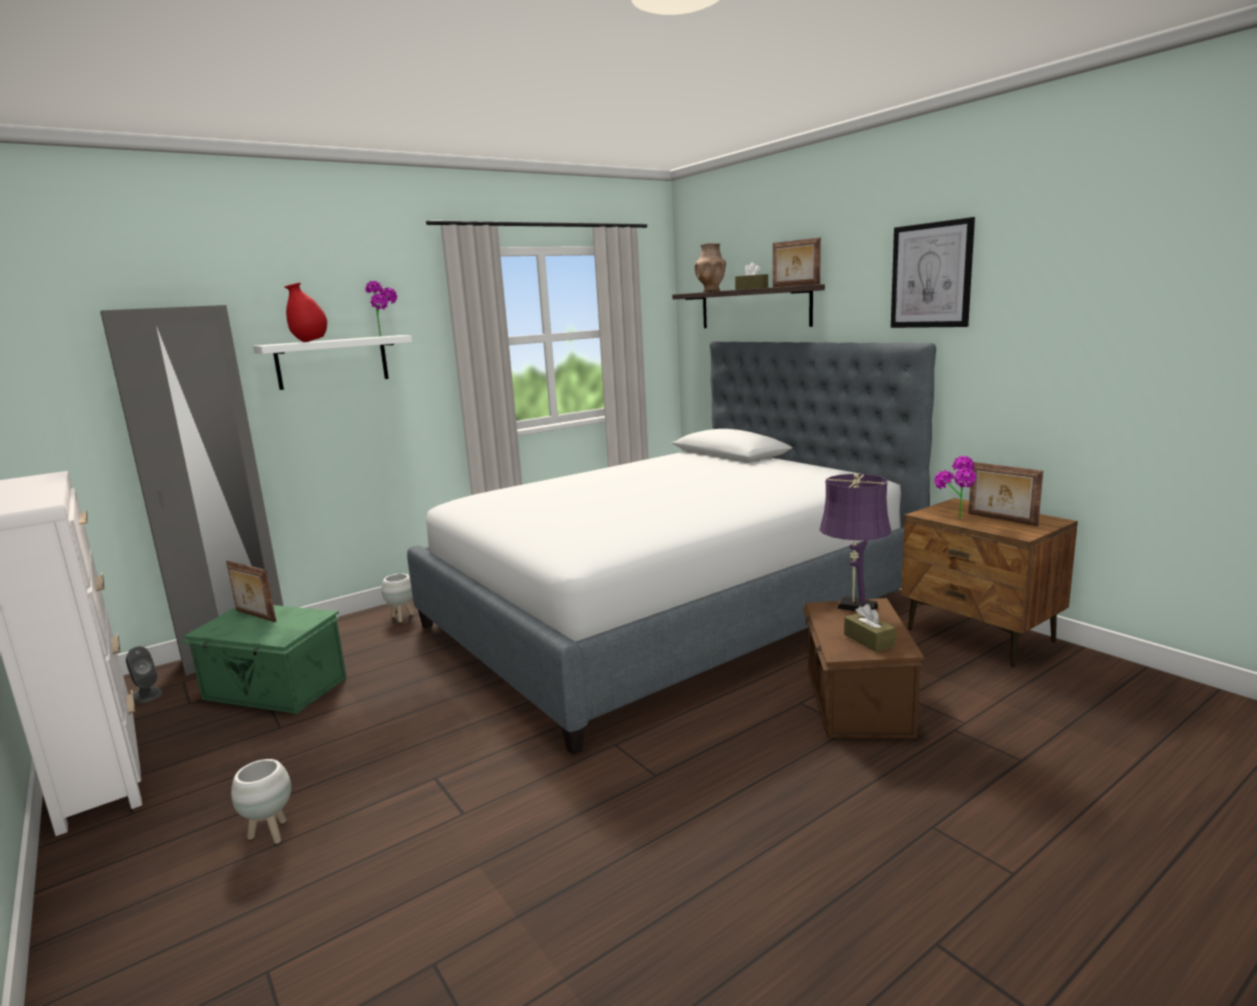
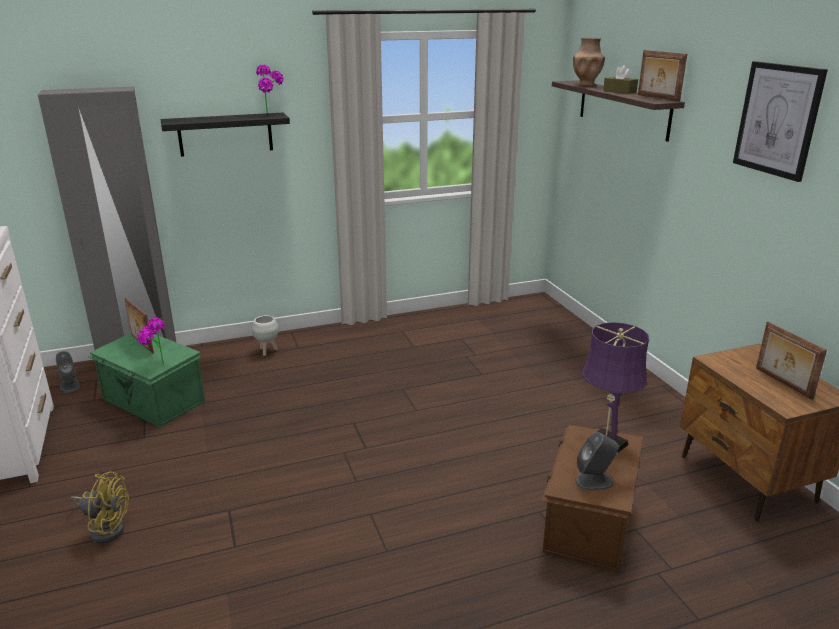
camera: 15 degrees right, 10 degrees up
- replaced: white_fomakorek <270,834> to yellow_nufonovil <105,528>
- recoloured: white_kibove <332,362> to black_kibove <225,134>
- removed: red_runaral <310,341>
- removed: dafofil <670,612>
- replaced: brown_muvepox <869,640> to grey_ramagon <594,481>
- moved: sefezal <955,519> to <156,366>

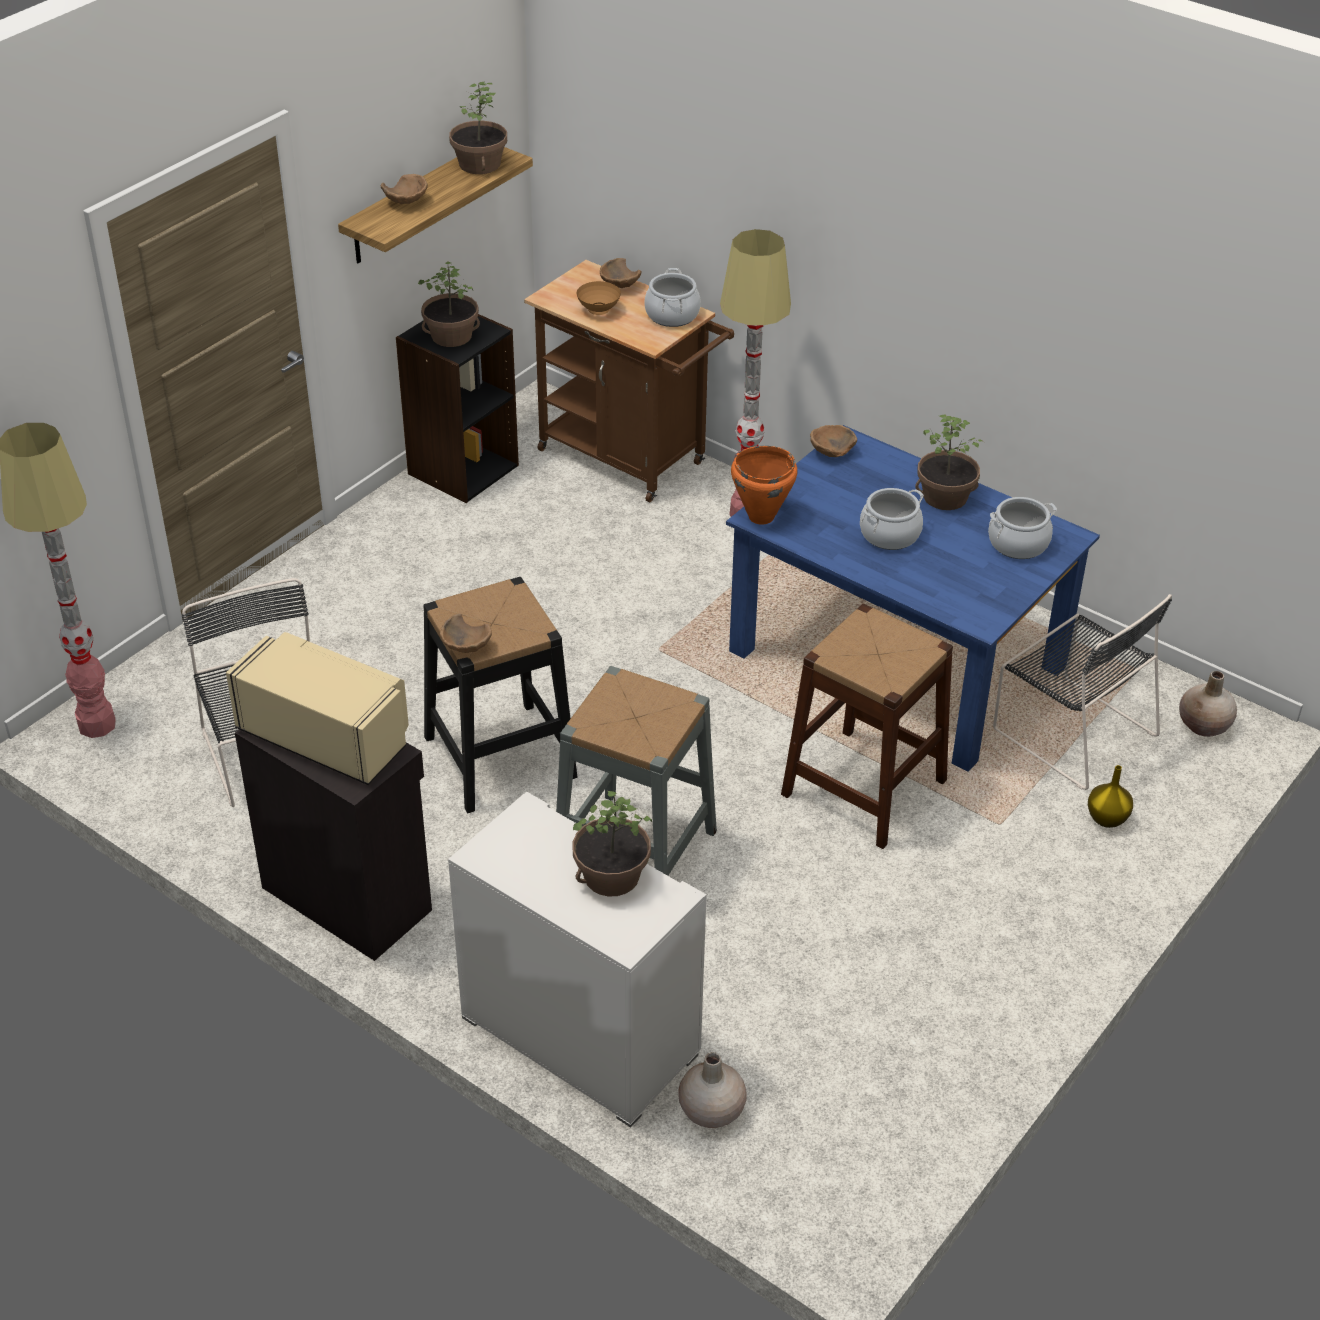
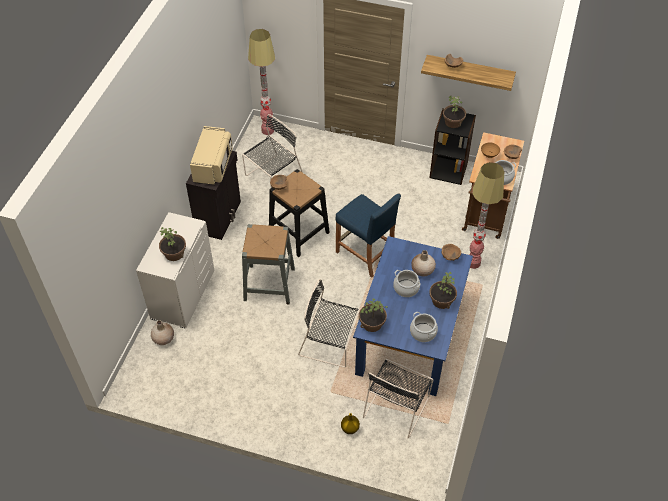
camera: 70 degrees right, 10 degrees up
- moved: sefezal <479,164> to <372,323>
- removed: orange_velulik <760,516>
- replaced: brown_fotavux <863,788> to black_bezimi <331,343>
- moved: beige_runaral <1204,726> to <422,270>
- added: blue_fotavux <365,254>

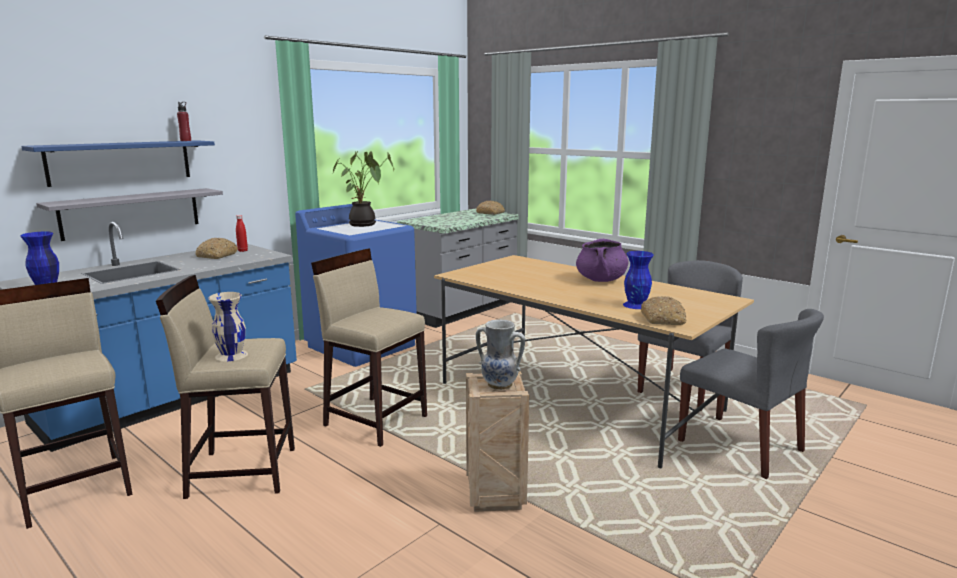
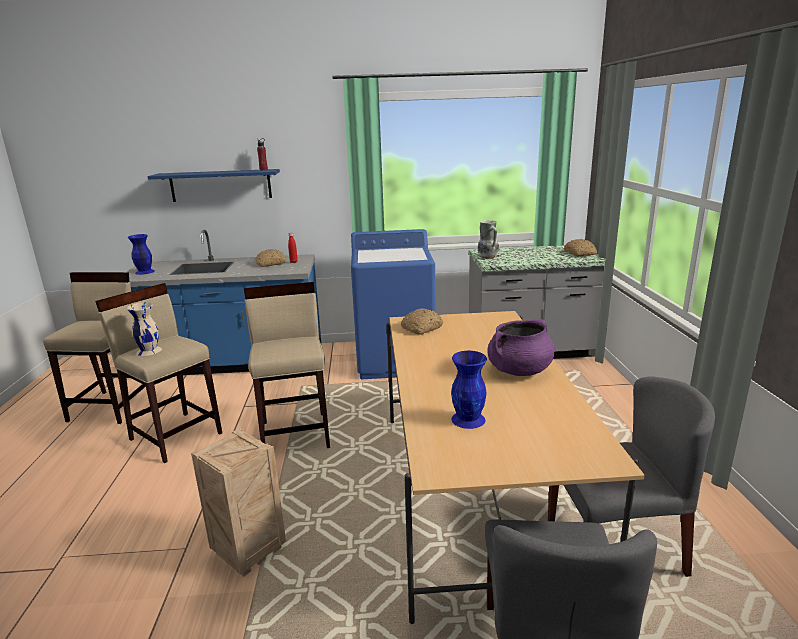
camera: 45 degrees right, 5 degrees up
- removed: grey_kibove <131,213>
- removed: sefezal <364,225>
- moved: runaral <499,385> to <487,257>
- moved: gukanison <663,319> to <421,328>

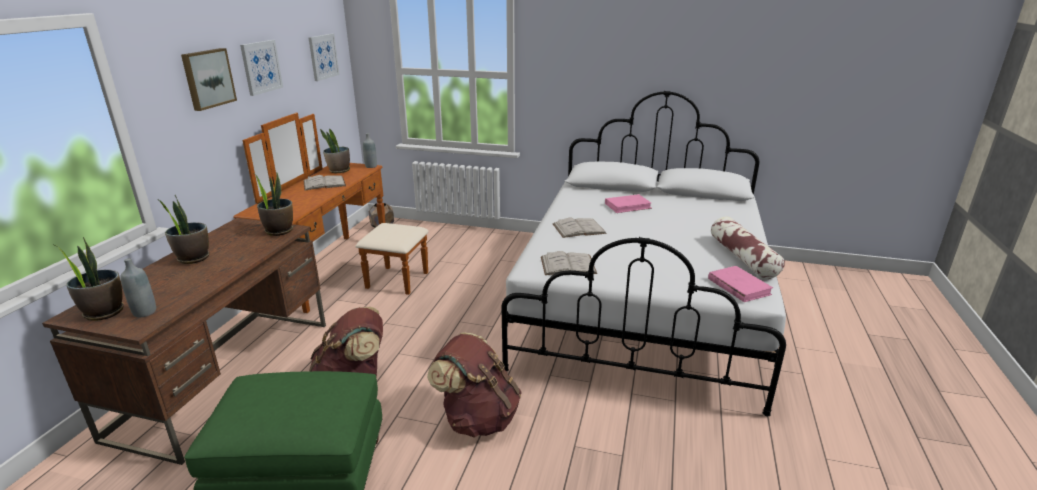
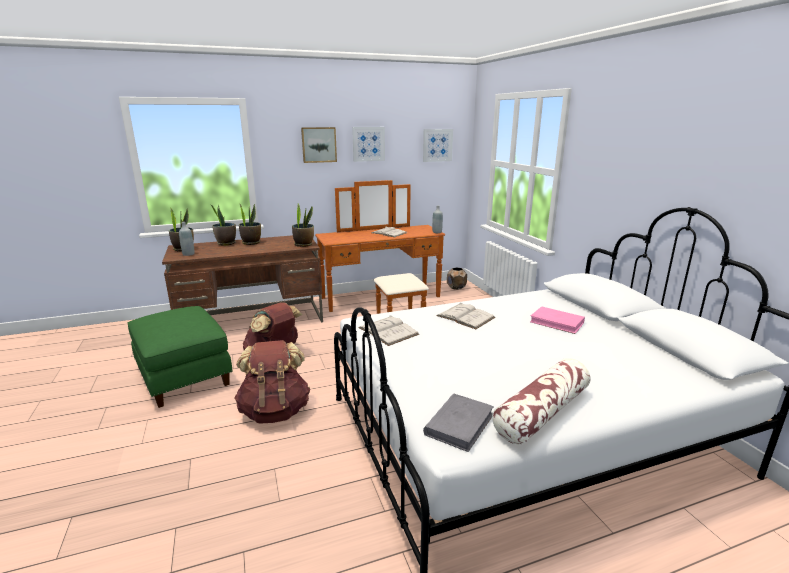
camera: 55 degrees right, 5 degrees down
- moved: sefezal <339,171> to <226,243>
- recoloured: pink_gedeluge <738,286> to grey_gedeluge <459,424>

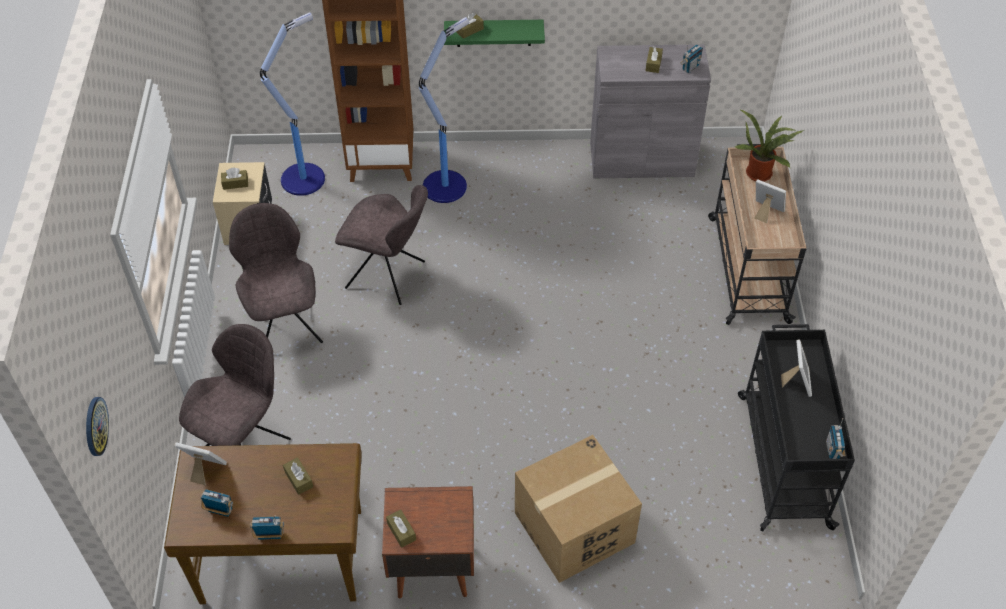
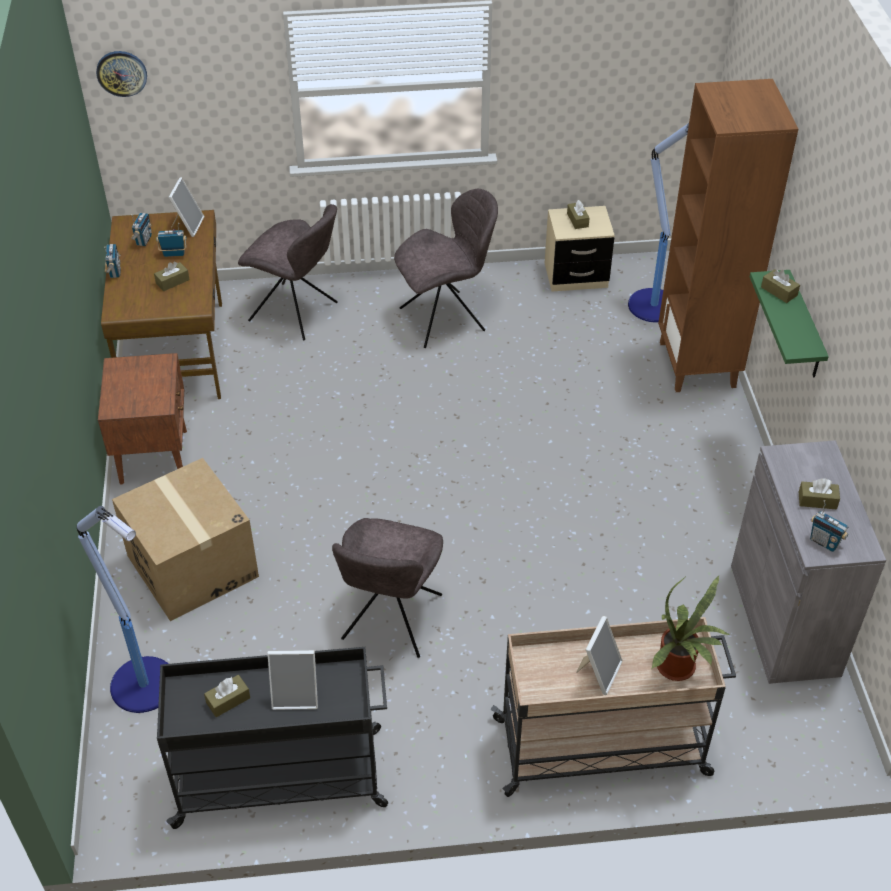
camera: 85 degrees right, 5 degrees down
- moved: grey_bezimi <388,276> to <390,620>
- moved: brown_muvepox <401,531> to <228,700>
- moved: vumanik <446,185> to <145,686>
- moved: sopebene <833,450> to <174,254>

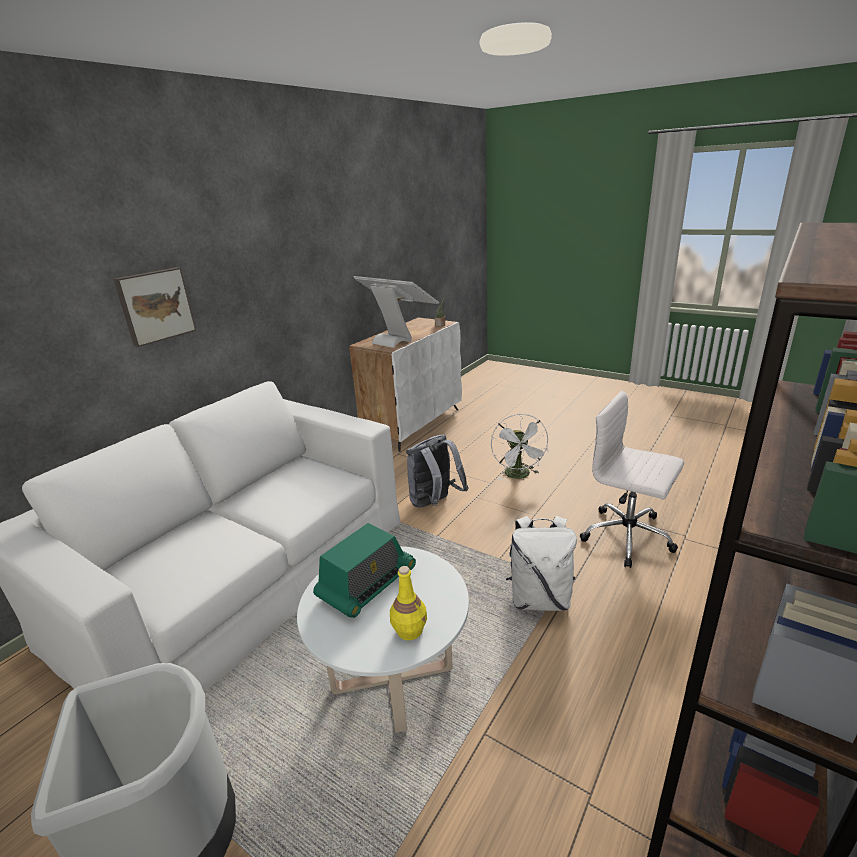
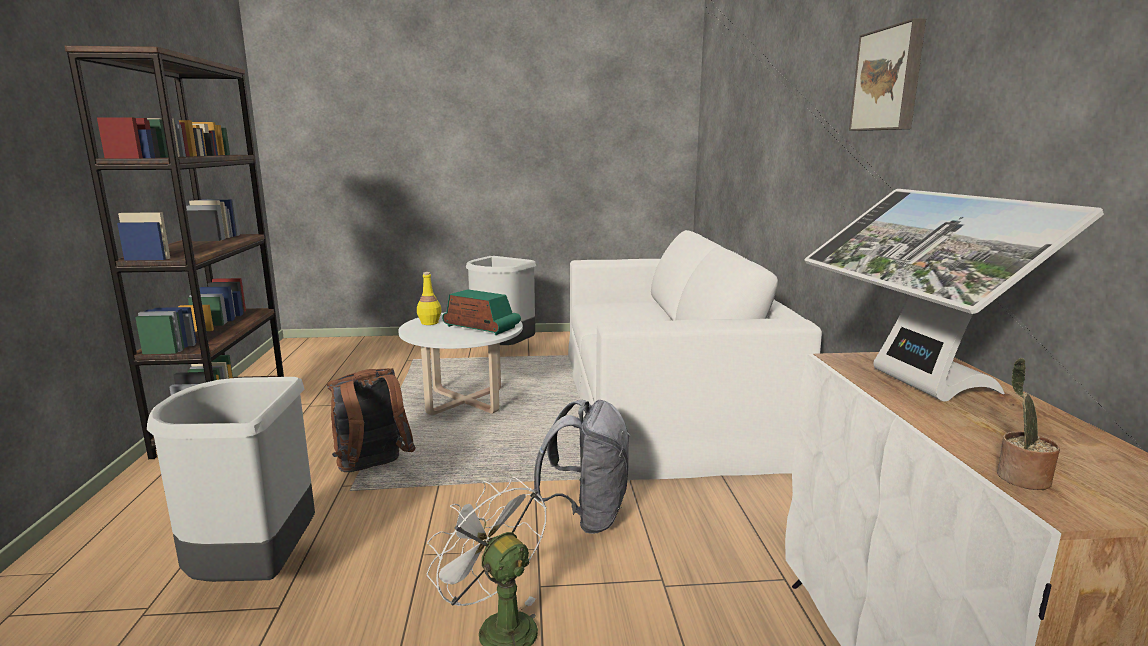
camera: 140 degrees right, 10 degrees down
- moved: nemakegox <155,305> to <889,79>
- turned: sopebene <366,584> = <481,327> 120 degrees clockwise
- turned: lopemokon <398,339> = <911,384> 75 degrees clockwise
- recoloured: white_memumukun <539,599> to brown_memumukun <372,469>
- replaced: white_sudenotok <628,537> to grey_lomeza <254,574>

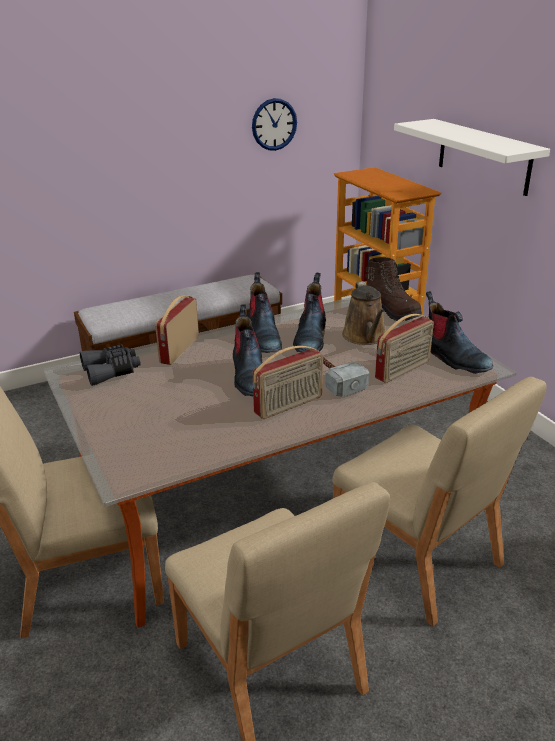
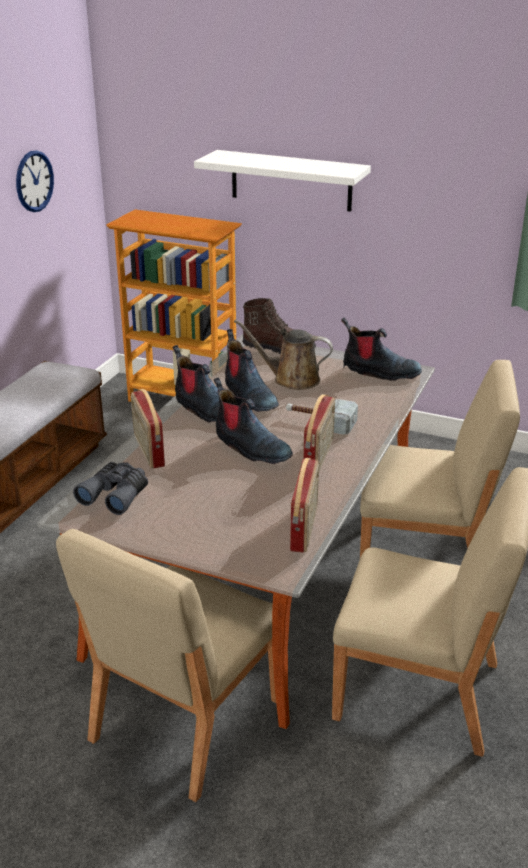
camera: 40 degrees left, 0 degrees up
- turned: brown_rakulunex <365,337> = <291,379> 150 degrees clockwise
- moved: sopebene <403,370> to <304,528>

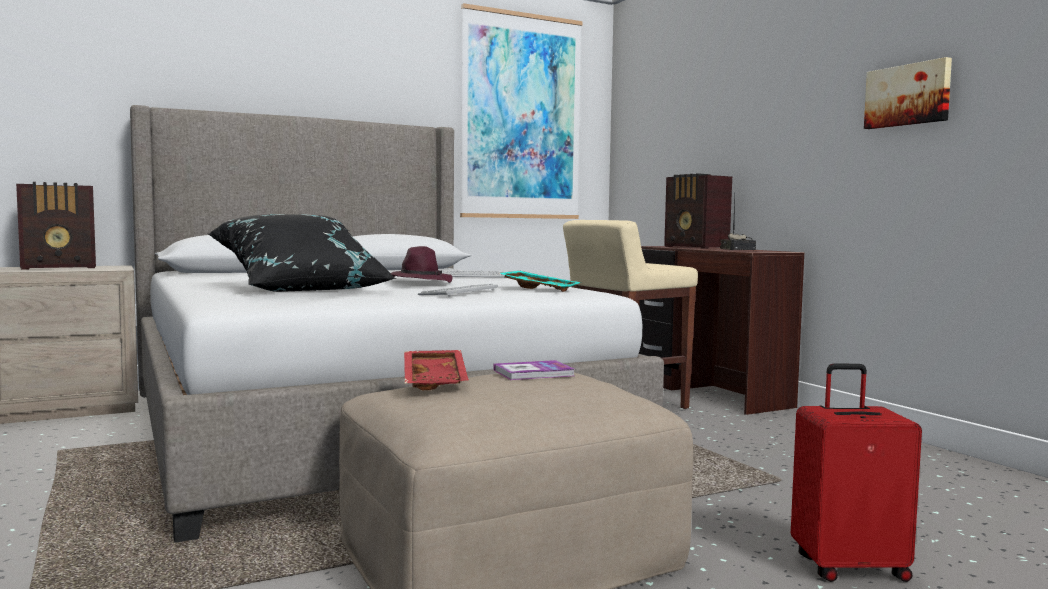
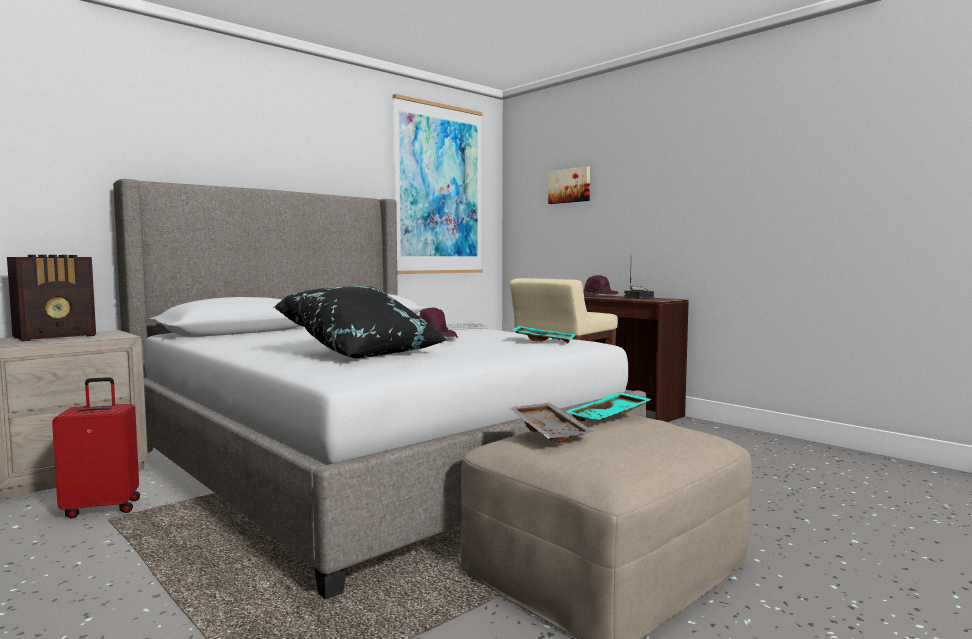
camera: 15 degrees left, 0 degrees up
- recoloured: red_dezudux <436,380> to grey_dezudux <551,432>
- removed: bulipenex <459,292>
- replaced: gedeluge <533,373> to turquoise_dezudux <610,417>
- replaced: sopebene <696,247> to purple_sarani <597,296>
- moved: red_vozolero <848,567> to <102,508>
- moved: nemakegox <908,95> to <570,186>

